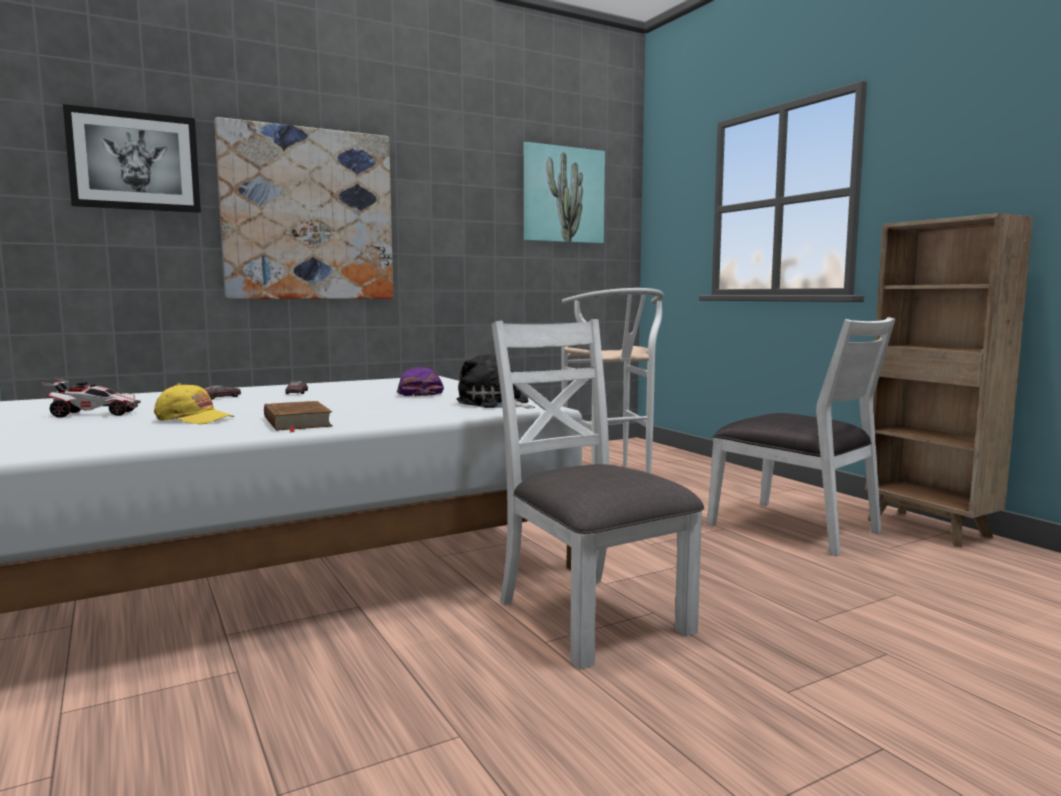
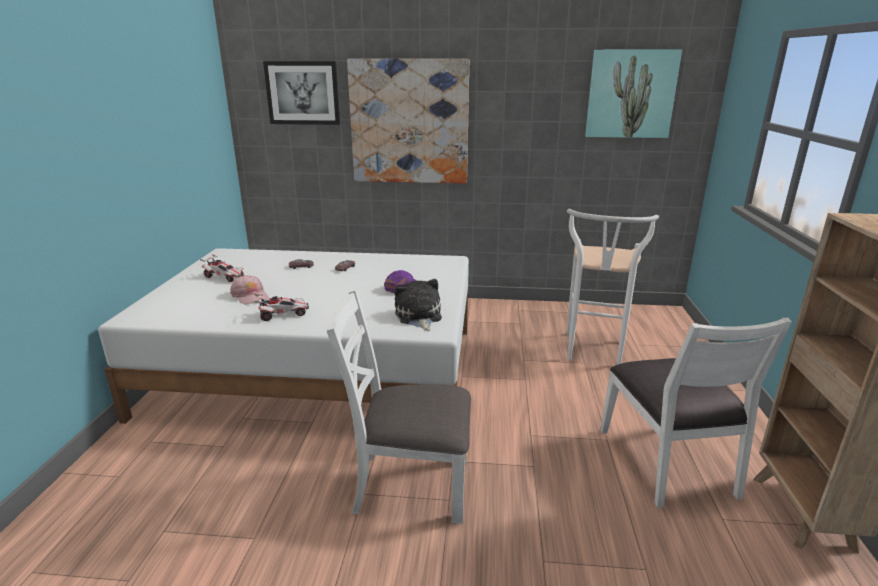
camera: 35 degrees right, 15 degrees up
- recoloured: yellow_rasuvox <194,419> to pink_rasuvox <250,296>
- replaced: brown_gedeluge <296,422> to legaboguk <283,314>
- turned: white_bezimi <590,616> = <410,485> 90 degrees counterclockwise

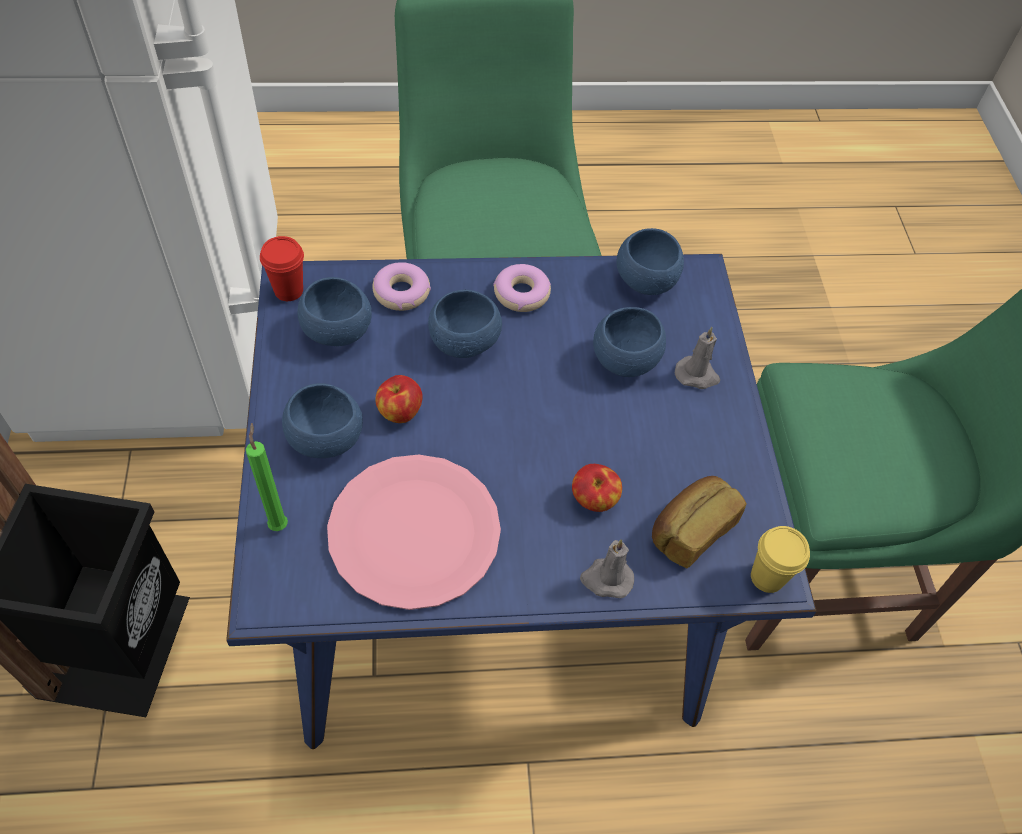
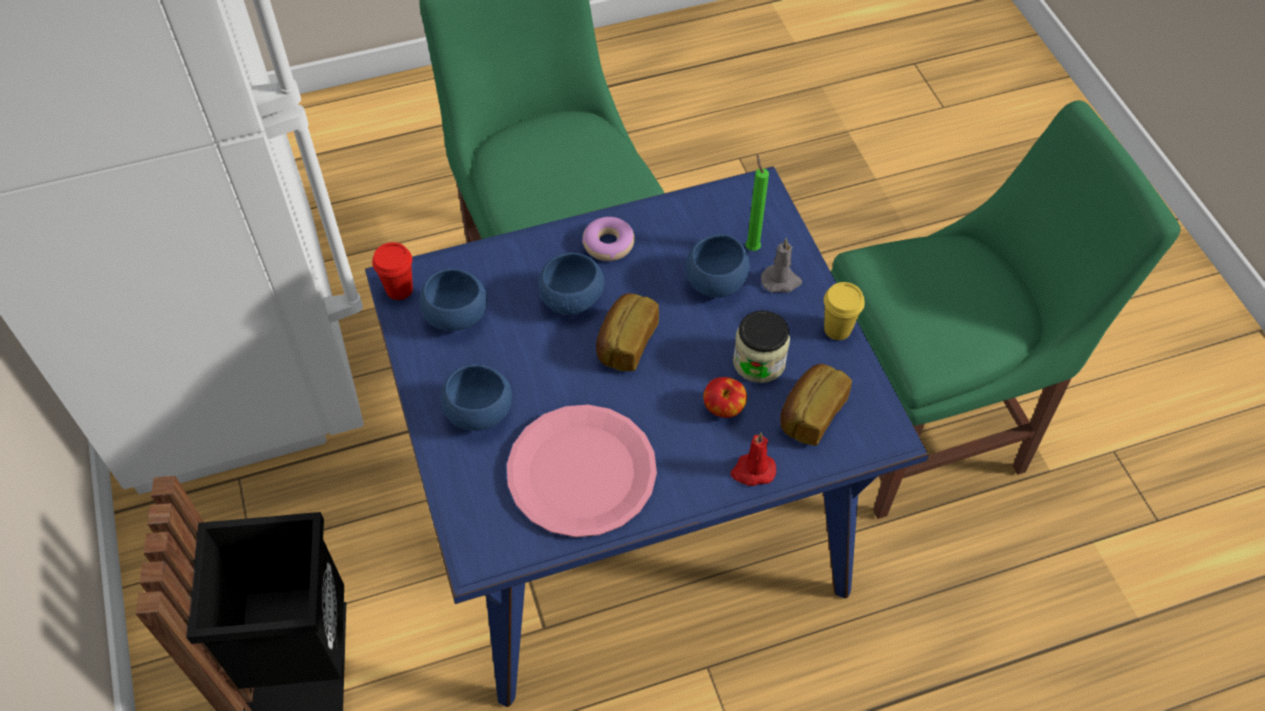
camera: 10 degrees left, 0 degrees up
- moved: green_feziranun <279,523> to <751,247>
- removed: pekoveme <401,293>
- removed: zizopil <399,412>
- recoloured: grey_feziranun <606,579> to red_feziranun <752,471>
- removed: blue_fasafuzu <645,281>
- moved: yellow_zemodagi <767,577> to <837,329>
- added: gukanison <625,343>
- added: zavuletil <759,362>

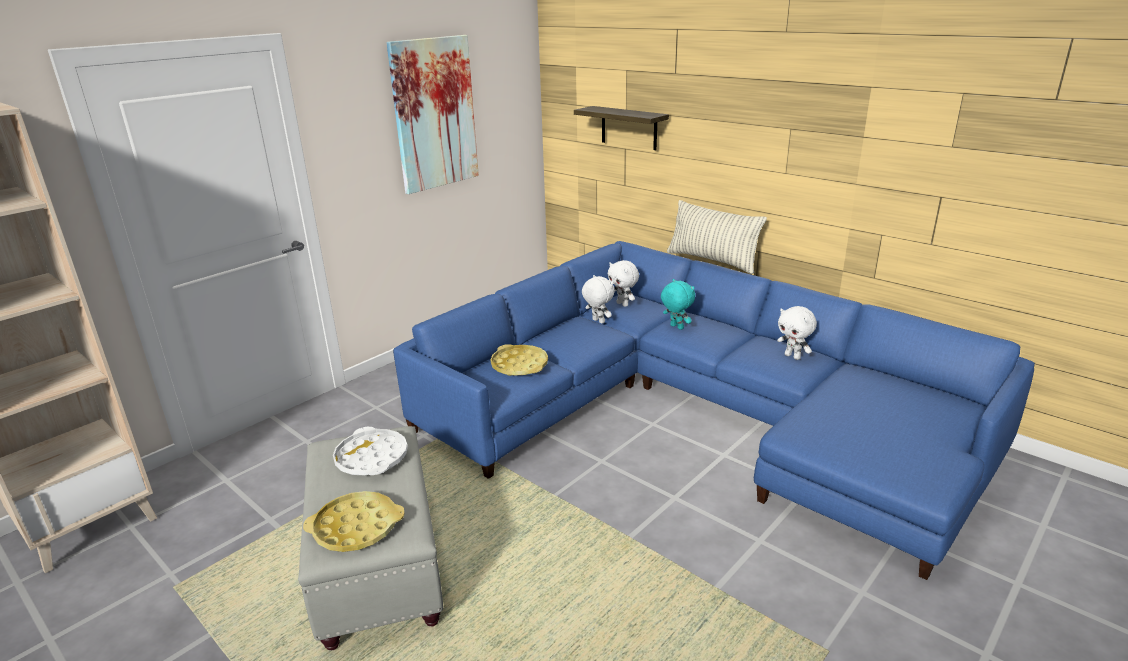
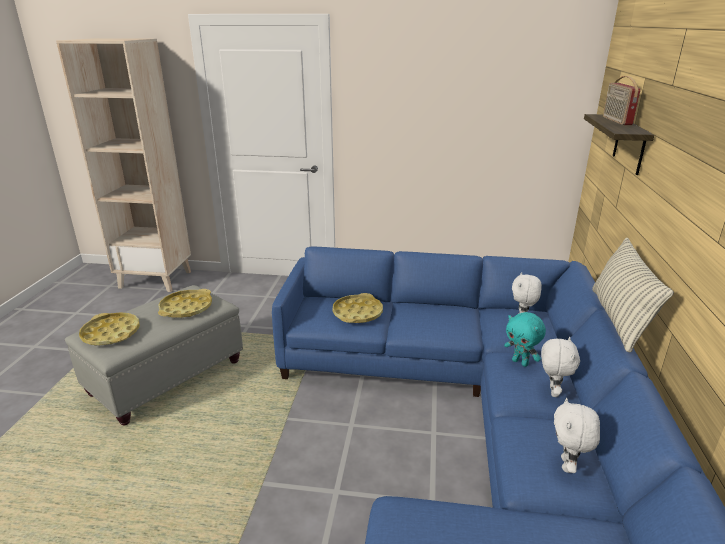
camera: 55 degrees right, 0 degrees up
- recoloured: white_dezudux <371,458> to yellow_dezudux <186,308>
- removed: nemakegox <434,114>
- moved: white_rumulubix <597,321> to <552,391>
- turned: turquoise_rumulubix <676,327> = <520,362> 120 degrees clockwise
- added: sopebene <616,121>

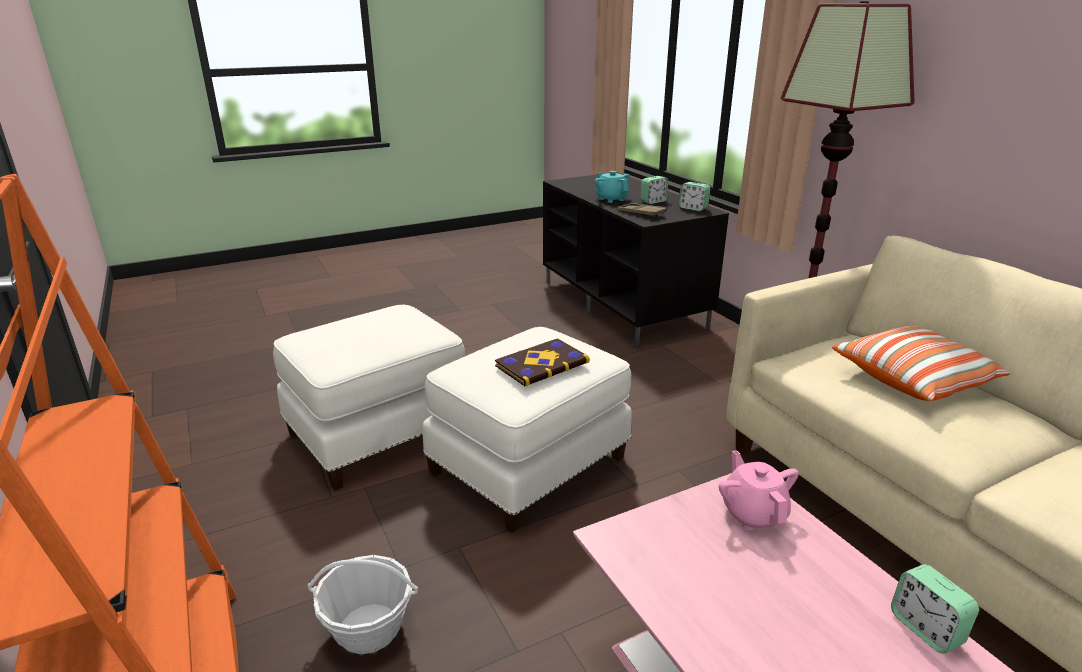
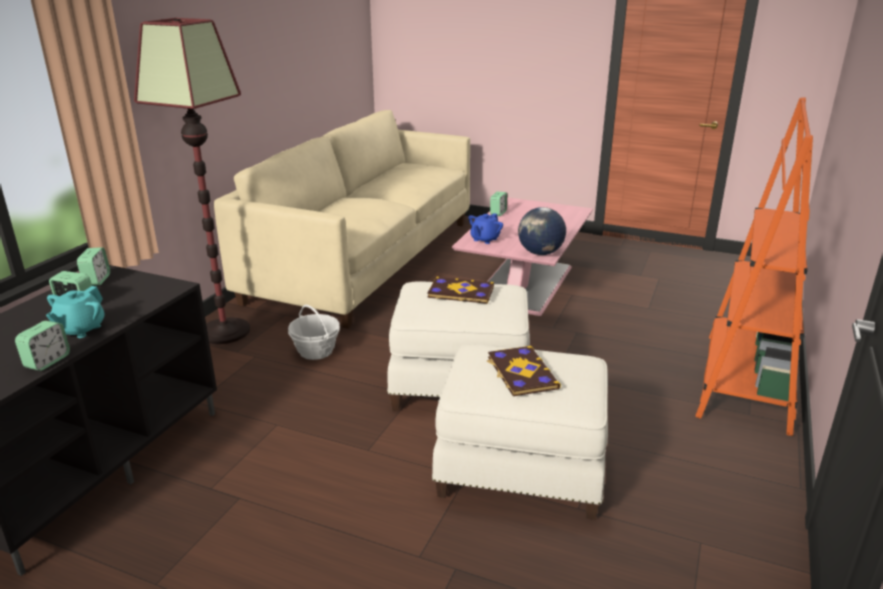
camera: 130 degrees left, 0 degrees up
- moved: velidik <368,628> to <316,351>
- removed: brown_dezudux <641,213>
- recoloured: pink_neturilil <753,514> to blue_neturilil <484,239>
- removed: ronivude <914,379>
- added: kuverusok <47,361>
- added: gedeluge <521,373>
- added: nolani <540,253>

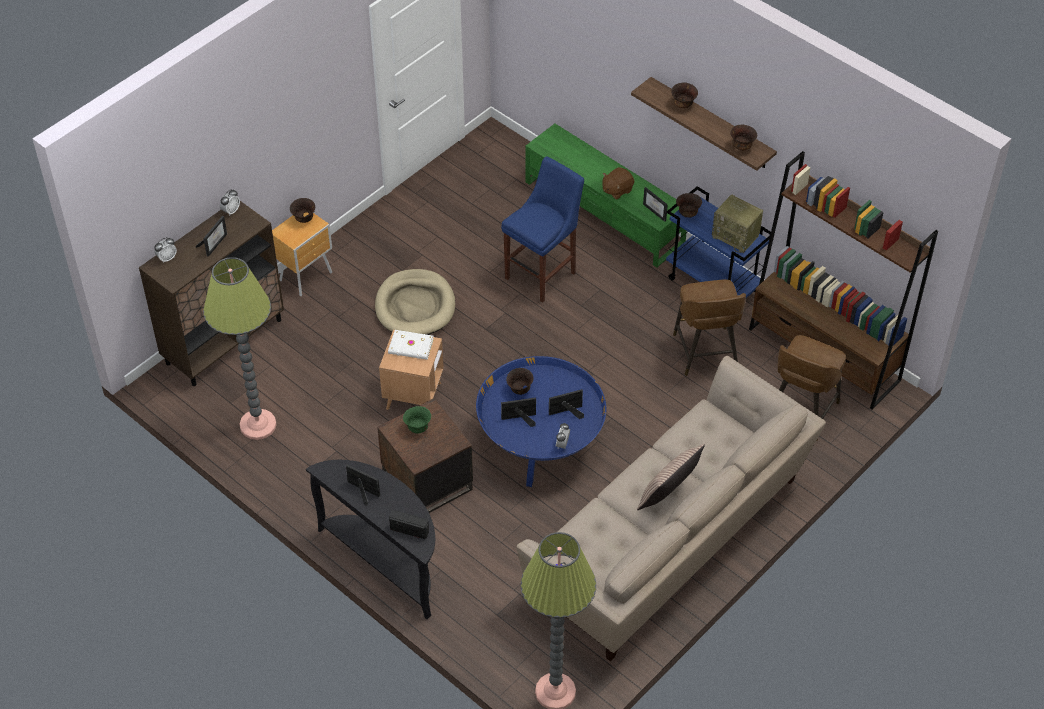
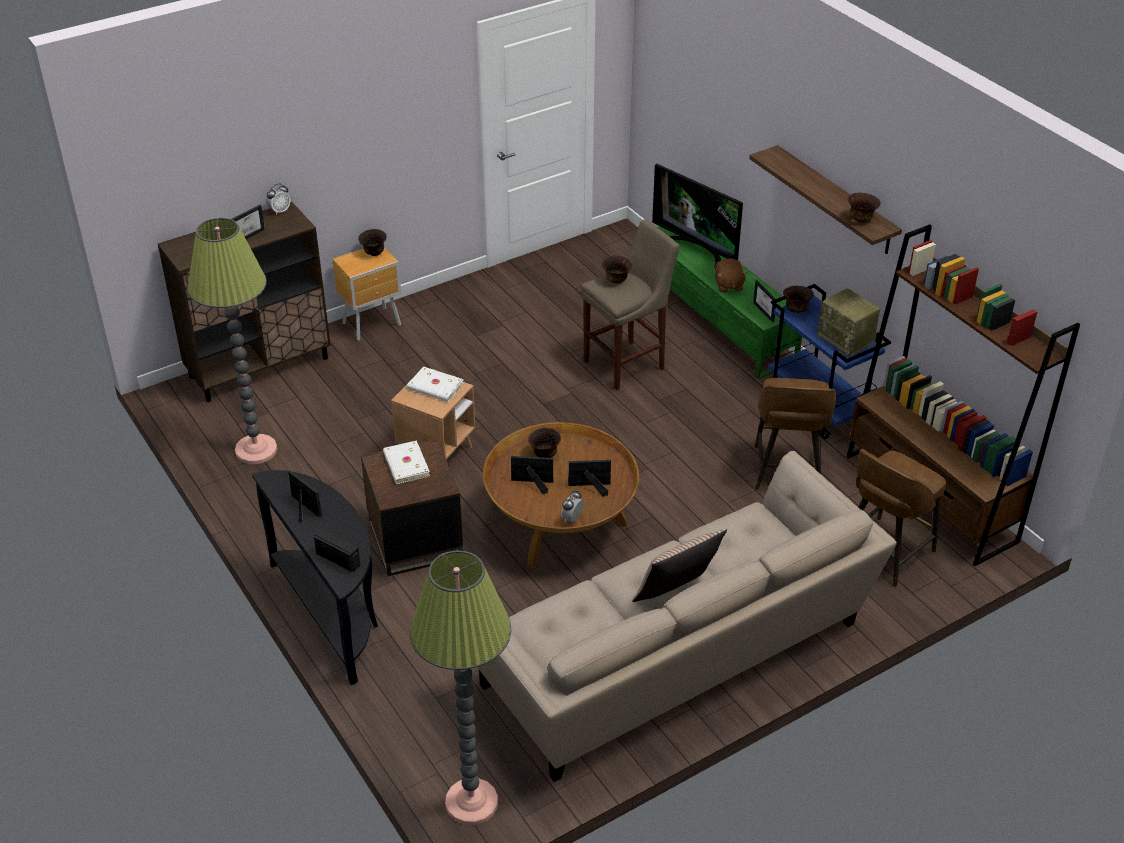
camera: 15 degrees right, 10 degrees down
- removed: kuverusok <167,258>
- removed: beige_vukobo <415,306>
- replaced: green_fasafuzu <417,428> to white_gedeluge <405,465>
- recoloured: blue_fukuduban <540,442> to brown_fukuduban <560,526>
- recoloured: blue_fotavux <543,274> to beige_fotavux <627,364>
- turned: brown_rumulubix <617,190> = <728,285> 75 degrees counterclockwise
- moved: brown_fasafuzu <683,105> to <616,280>
- added: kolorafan <696,248>

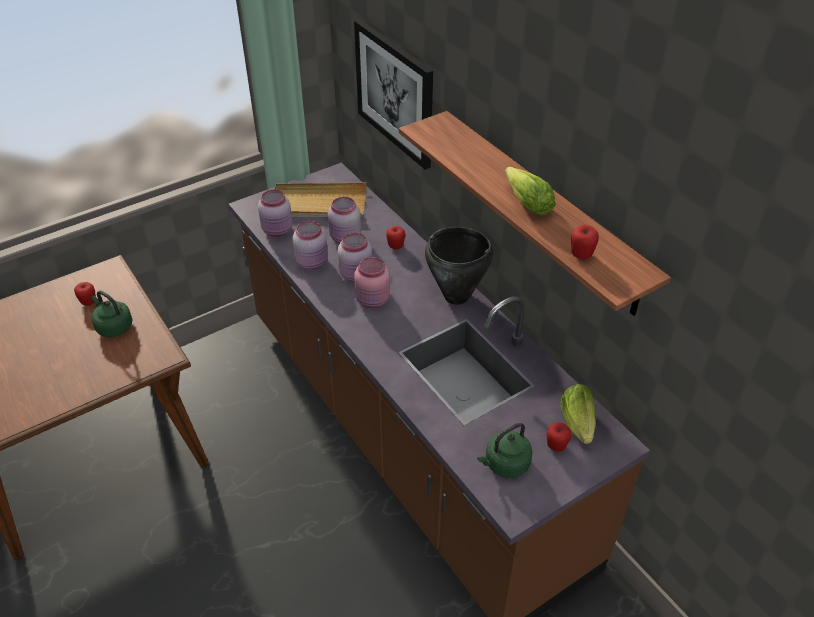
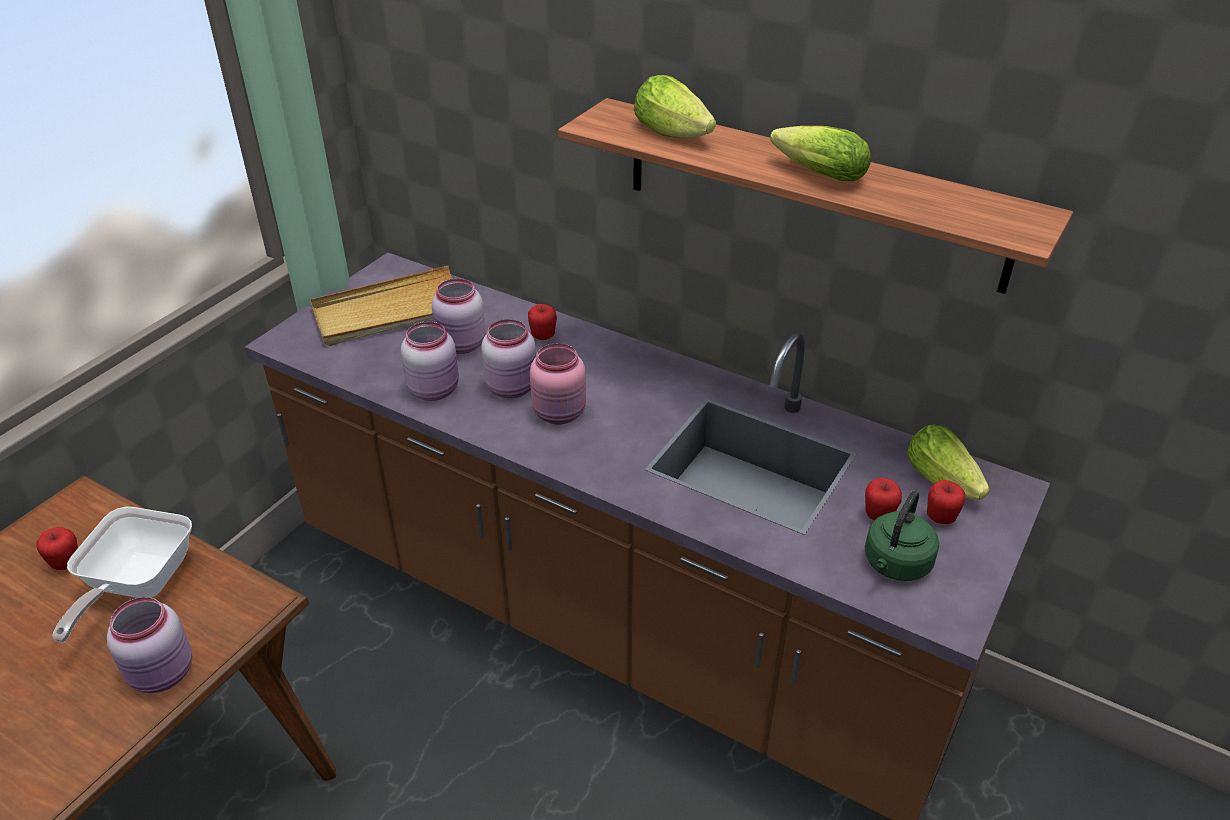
camera: 25 degrees left, 5 degrees down
- replaced: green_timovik <113,326> to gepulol <136,586>
- moved: pink_zavuletil <278,231> to <164,673>
- removed: nemakegox <395,93>
- removed: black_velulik <456,296>
- moved: zizopil <581,255> to <878,516>
- added: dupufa <675,134>

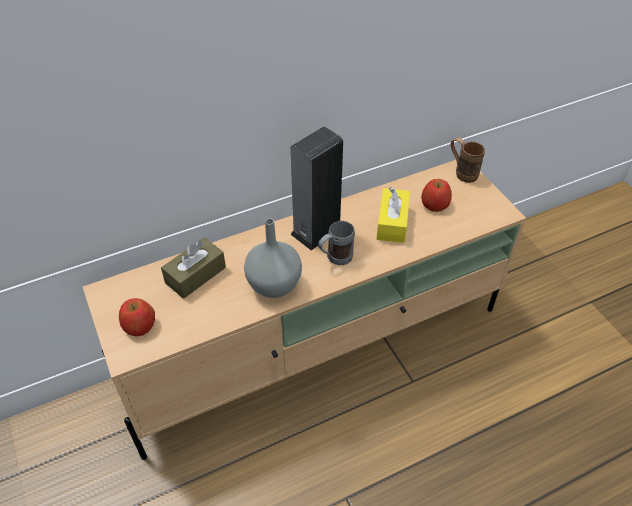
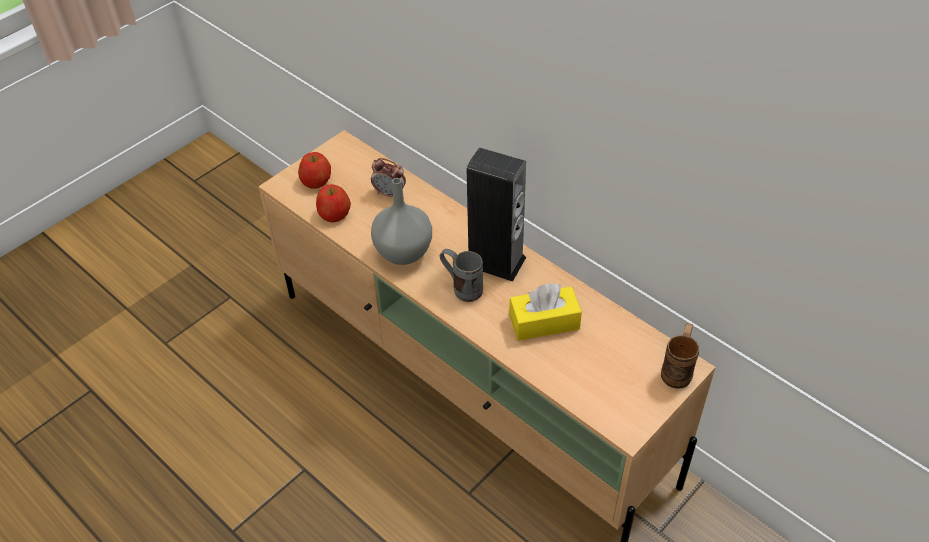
camera: 70 degrees right, 0 degrees up
- replaced: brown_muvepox <195,275> to kuverusok <390,193>
- moved: zizopil <435,204> to <334,213>

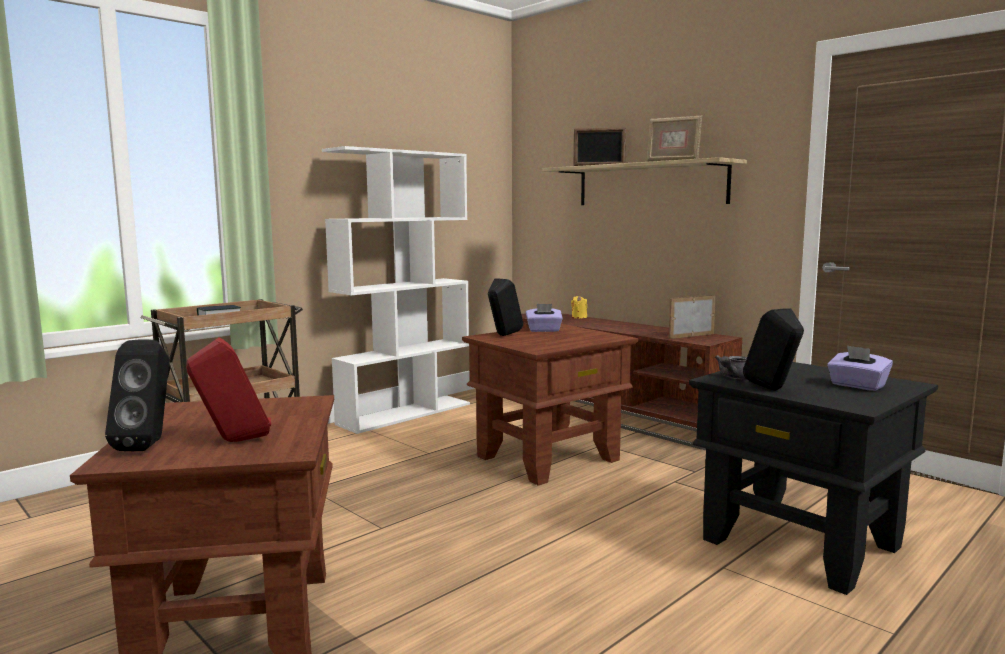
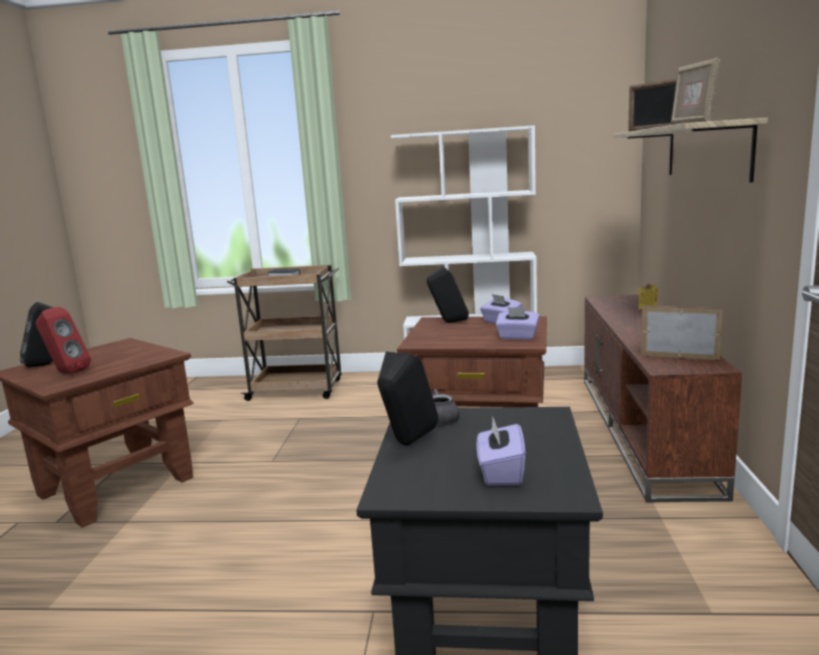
camera: 50 degrees right, 5 degrees up
- added: purple_muvepox <517,337>

